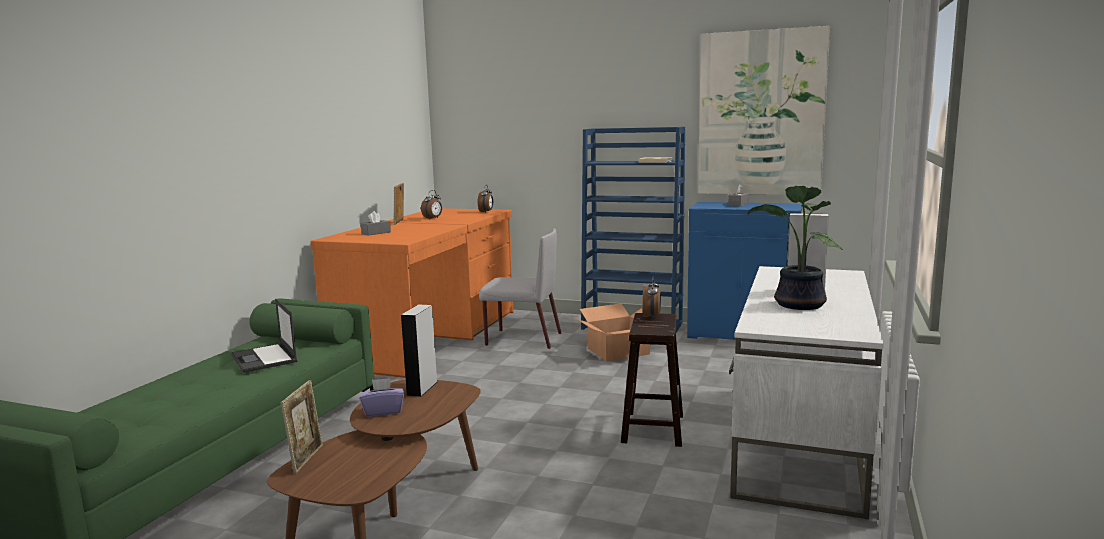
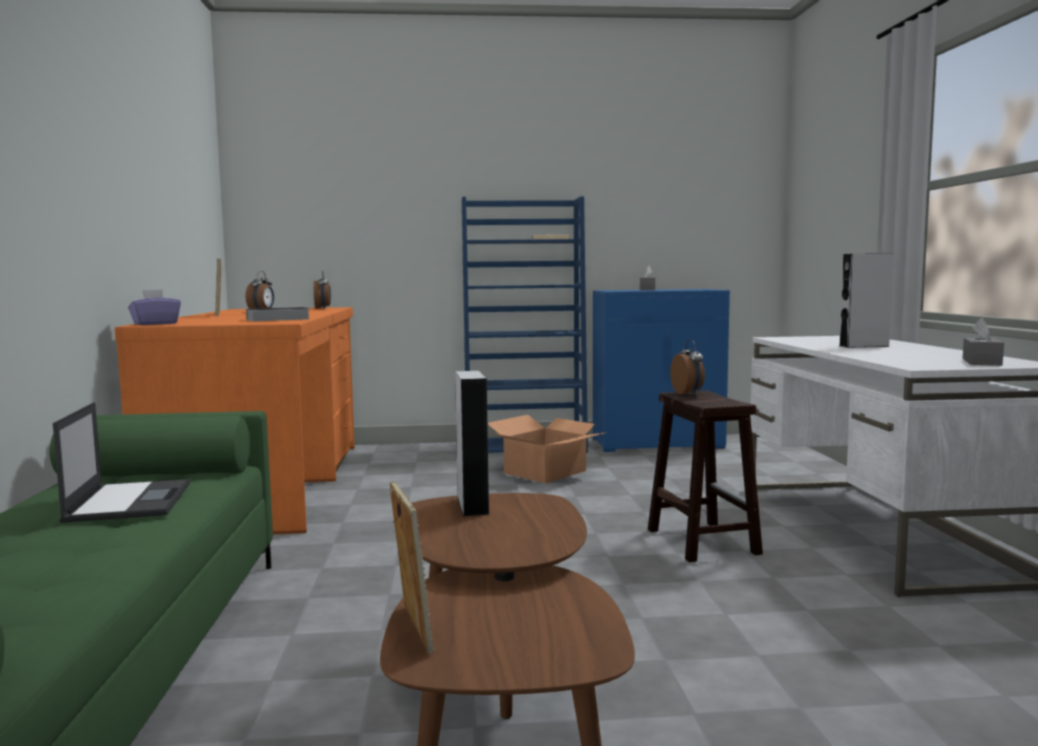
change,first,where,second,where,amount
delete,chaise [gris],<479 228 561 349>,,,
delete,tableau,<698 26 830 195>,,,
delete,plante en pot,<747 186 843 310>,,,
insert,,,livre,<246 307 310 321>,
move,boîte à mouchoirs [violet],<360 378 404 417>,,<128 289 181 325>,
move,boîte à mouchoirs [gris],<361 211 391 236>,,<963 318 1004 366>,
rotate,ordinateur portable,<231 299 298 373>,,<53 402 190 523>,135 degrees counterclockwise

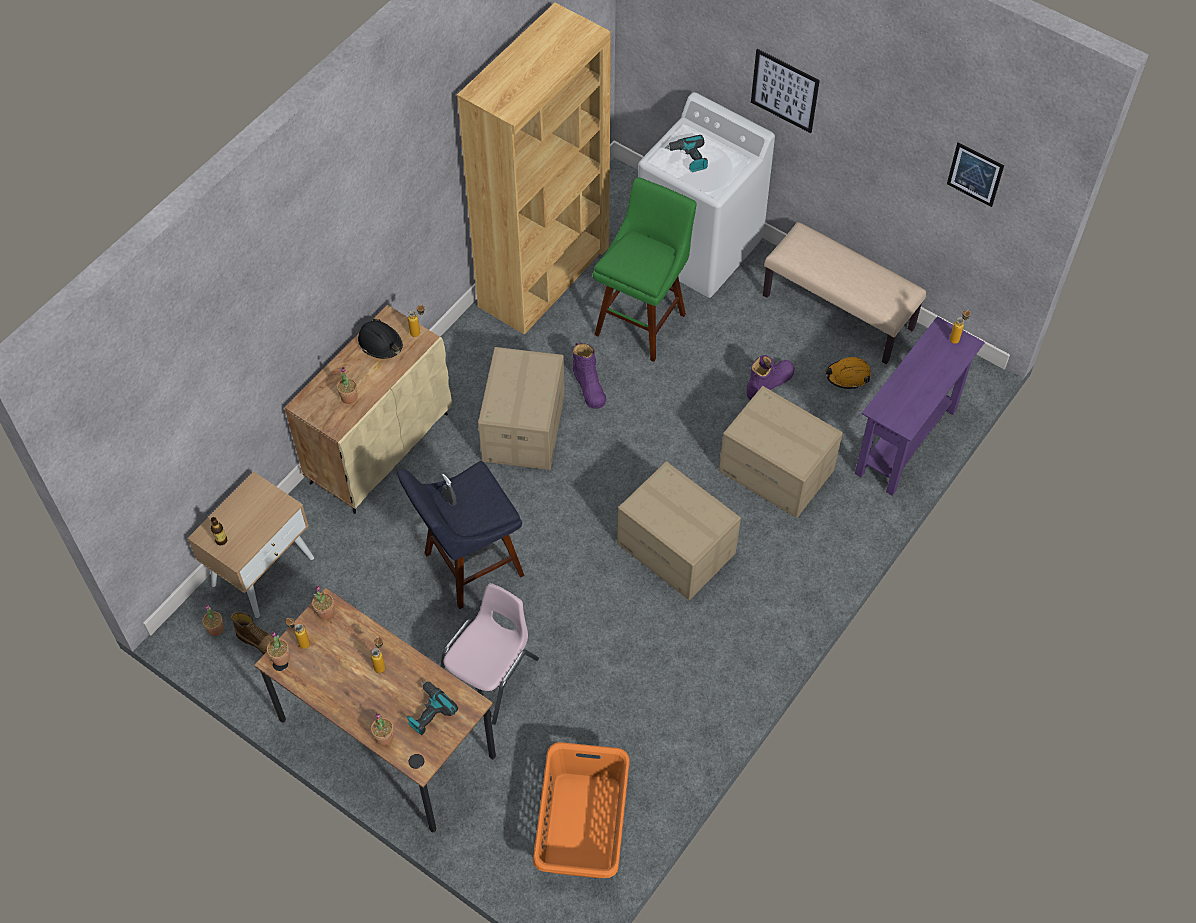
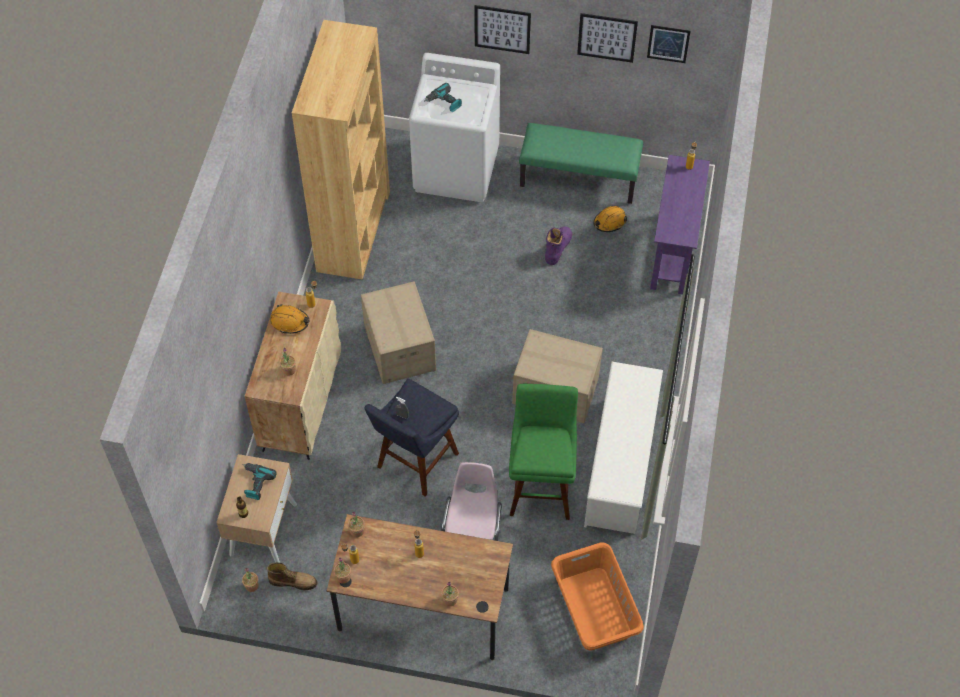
change,first,where,second,where,amount
delete,botte [violet],<572 343 606 409>,,,
delete,carton,<719 386 843 518>,,,
insert,,,tableau,<577 13 638 63>,
insert,,,étagère à chaussures [blanc],<584 362 663 534>,
move,perceuse,<407 681 458 735>,,<243 463 277 500>,
move,tabouret [vert],<593 177 697 362>,,<509 384 578 520>,
recolor,casque de chantier [noir],<358 319 403 359>,casque de chantier [orange],<270 304 310 334>,
recolor,banc [beige],<763 222 926 364>,banc [vert],<519 123 643 204>,

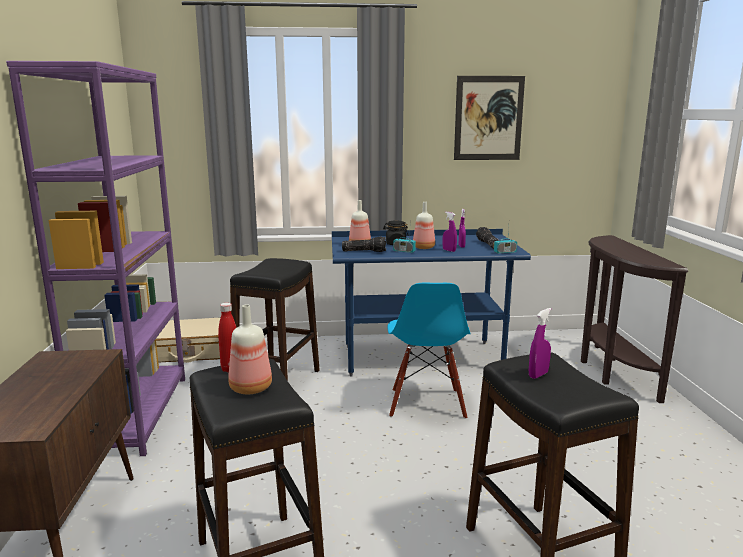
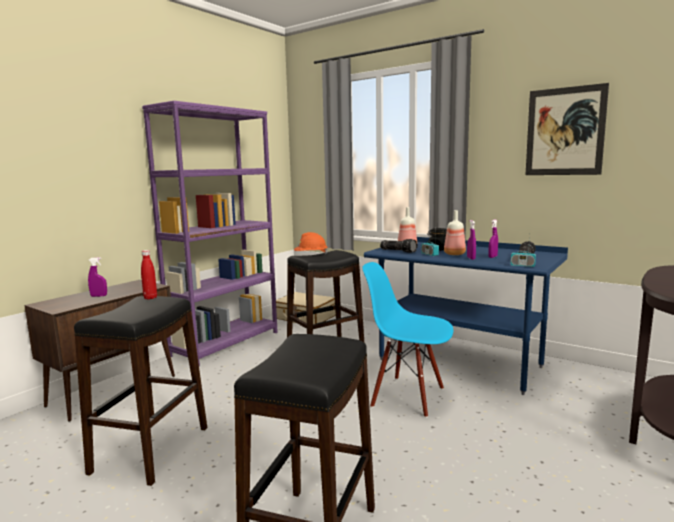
change,first,where,second,where,amount
delete,bouteille,<228 305 272 394>,,,
insert,,,casque de chantier [orange],<294 232 328 254>,
move,vaporisateur [violet],<529 308 551 379>,,<88 257 107 297>,
rotate,chaise [bleu],<387 283 470 419>,,<362 262 453 418>,75 degrees clockwise

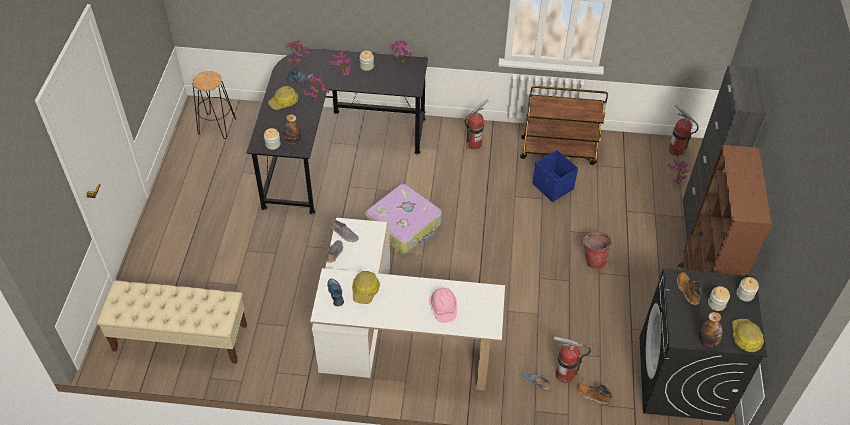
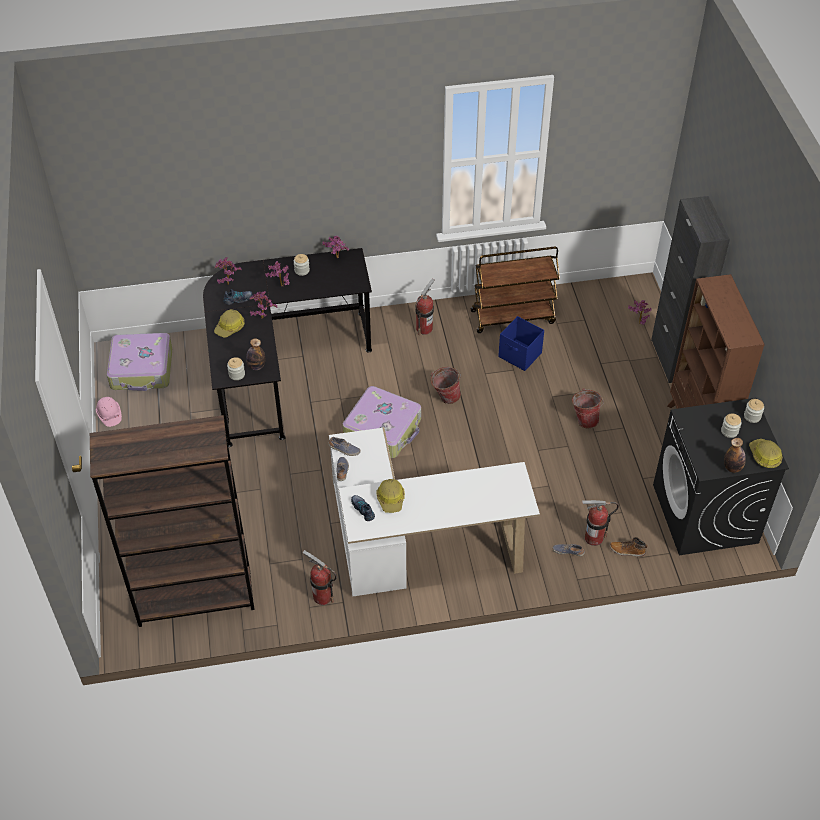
change,first,where,second,where,amount
delete,botte,<677 272 701 306>,,,
insert,,,seau,<431 367 461 404>,
move,casque de chantier [rose],<430 288 457 323>,,<96 397 122 427>,
move,extincteur,<669 104 699 156>,,<302 550 337 605>,
replace,banc [beige],<97 280 247 364>,bibliothèque [marron],<90 415 255 627>,
replace,tabouret [noir],<193 71 236 139>,valise,<107 333 172 391>,

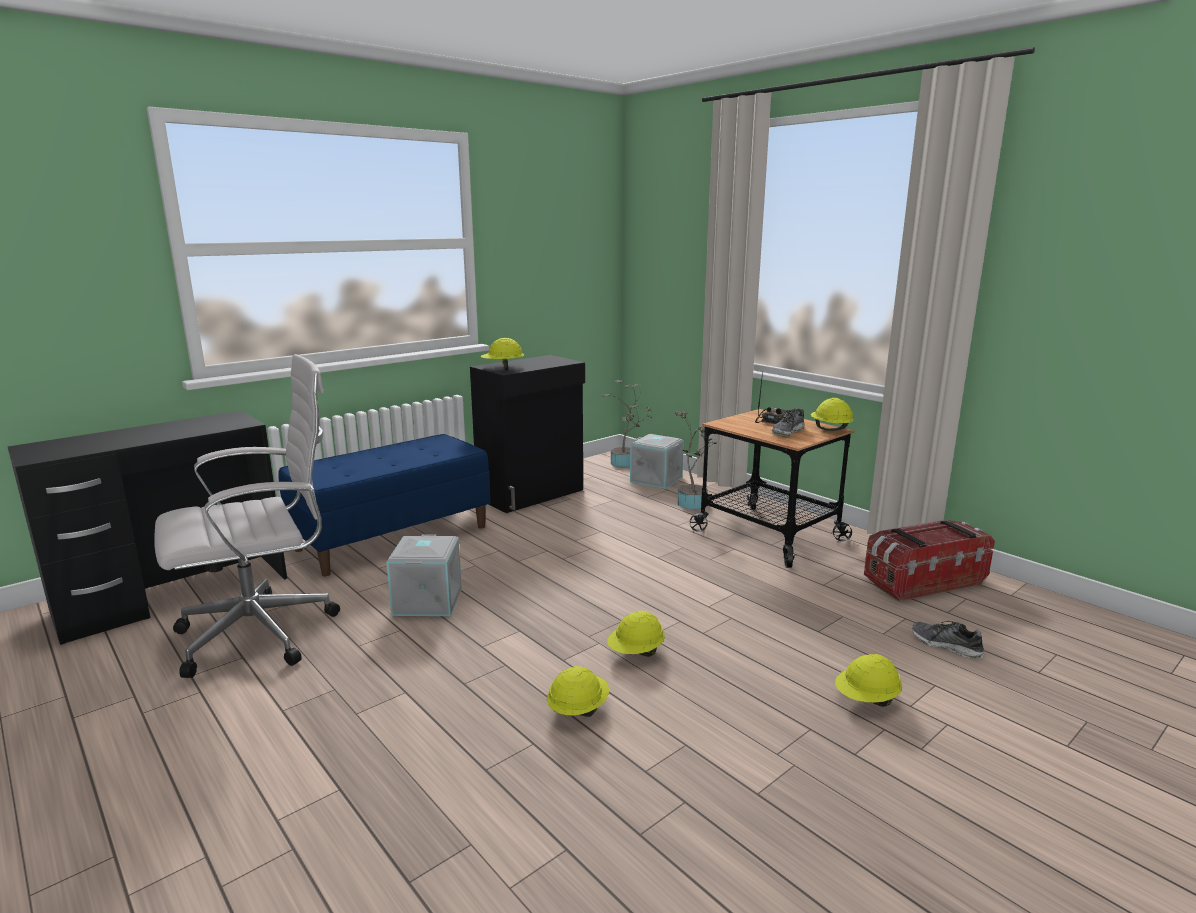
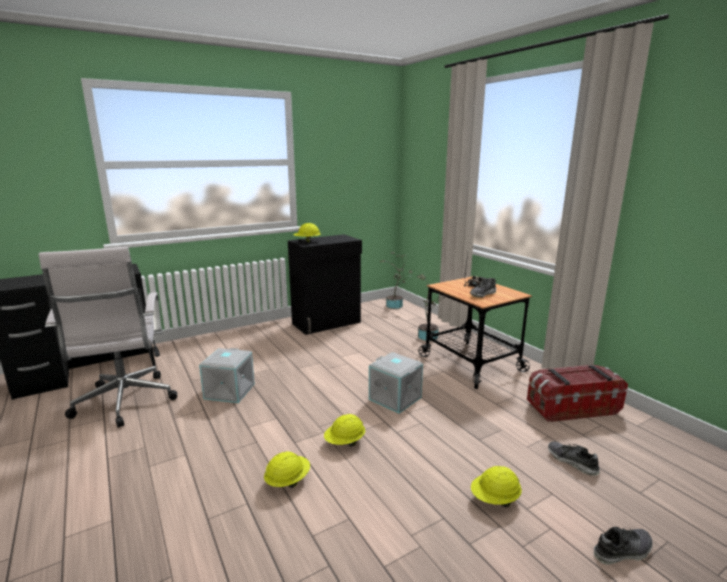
change,first,where,second,where,amount
delete,banc [bleu],<278 434 490 576>,,,
delete,casque de chantier [jaune],<811 398 854 431>,,,
insert,,,chaussure,<594 527 653 565>,
move,boîte de rangement [gris],<630 434 684 489>,,<369 352 423 414>,
rotate,chaise de bureau [blanc],<154 354 340 678>,,<39 246 177 428>,90 degrees clockwise

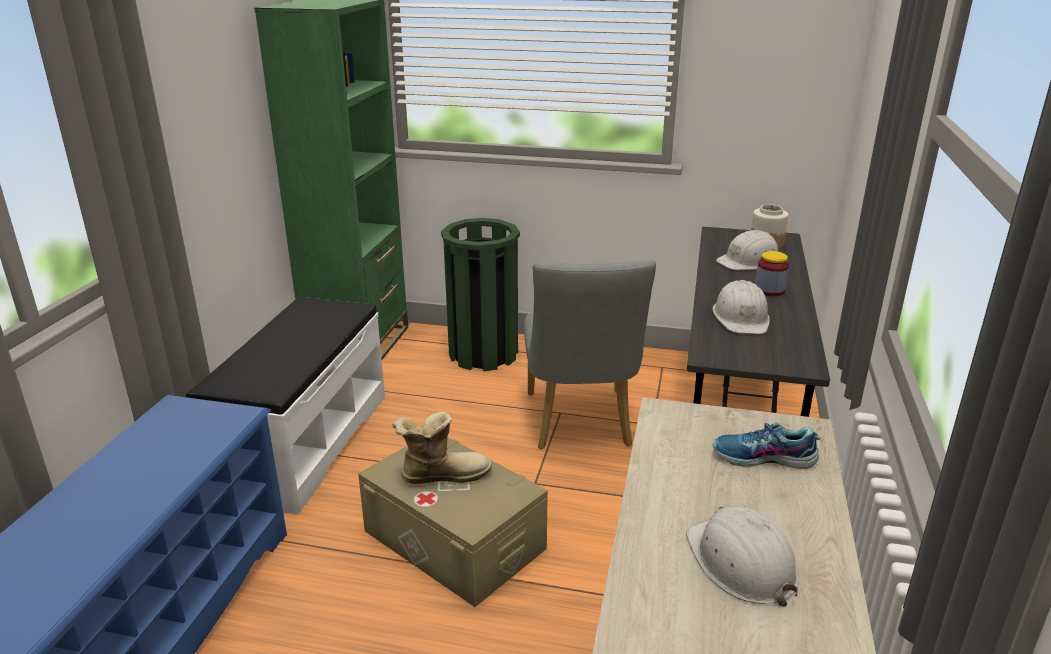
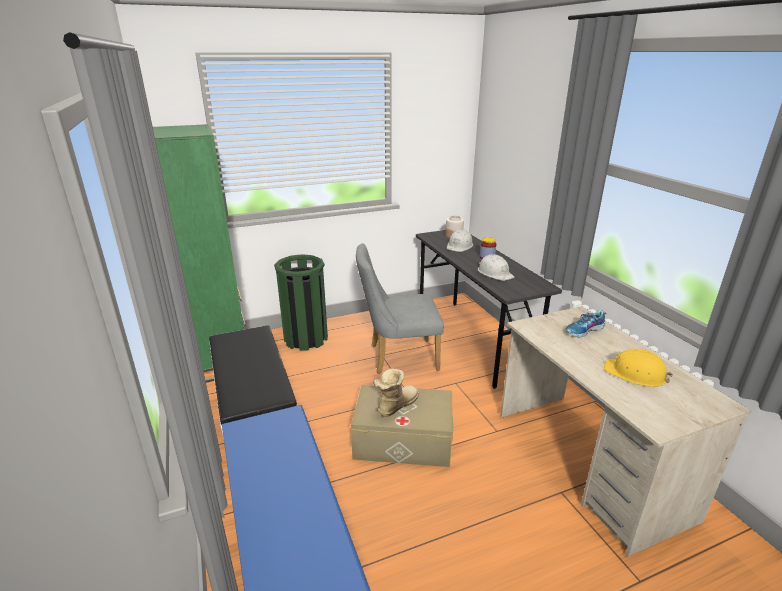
change,first,where,second,where,amount
recolor,casque de chantier [blanc],<686 507 799 607>,casque de chantier [jaune],<604 349 673 387>,
rotate,chaise [gris],<524 260 656 449>,,<356 243 444 374>,120 degrees clockwise

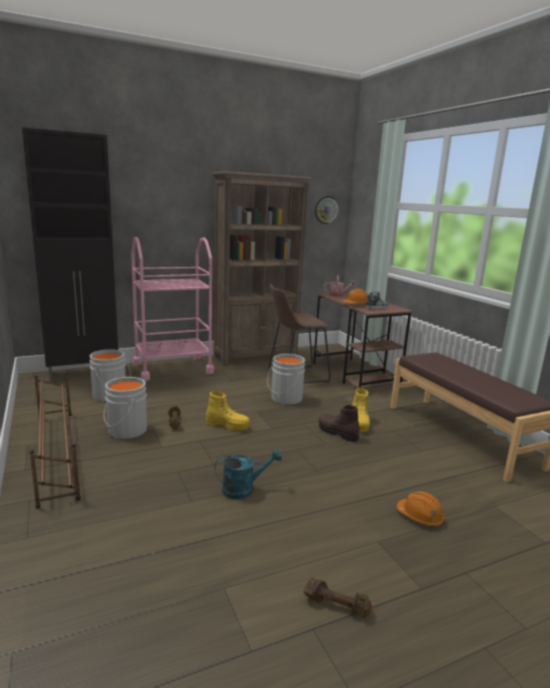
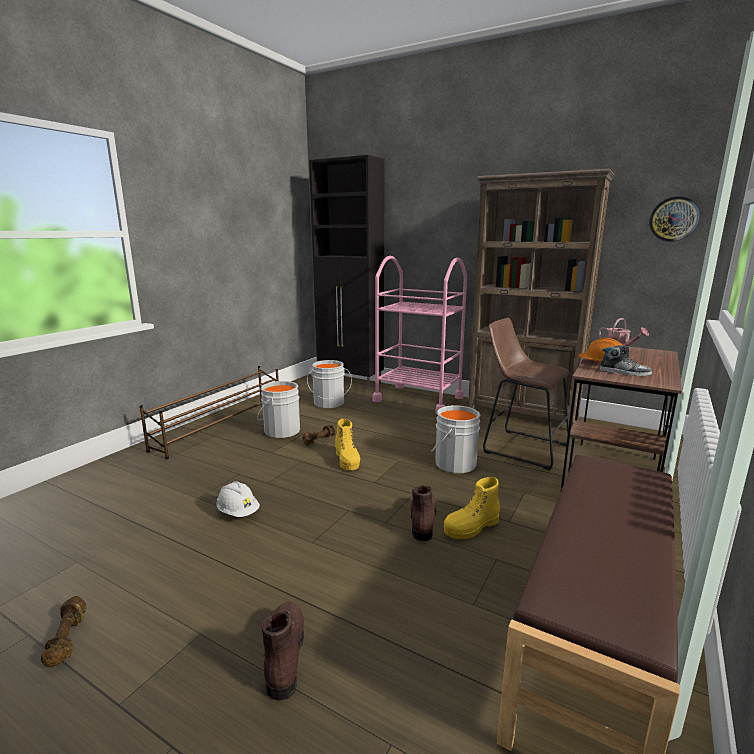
change,first,where,second,where,amount
replace,arrosoir [turquoise],<214 449 282 499>,casque de chantier [blanc],<216 481 260 517>,
replace,casque de chantier [orange],<396 491 445 527>,botte [marron],<261 602 304 701>,

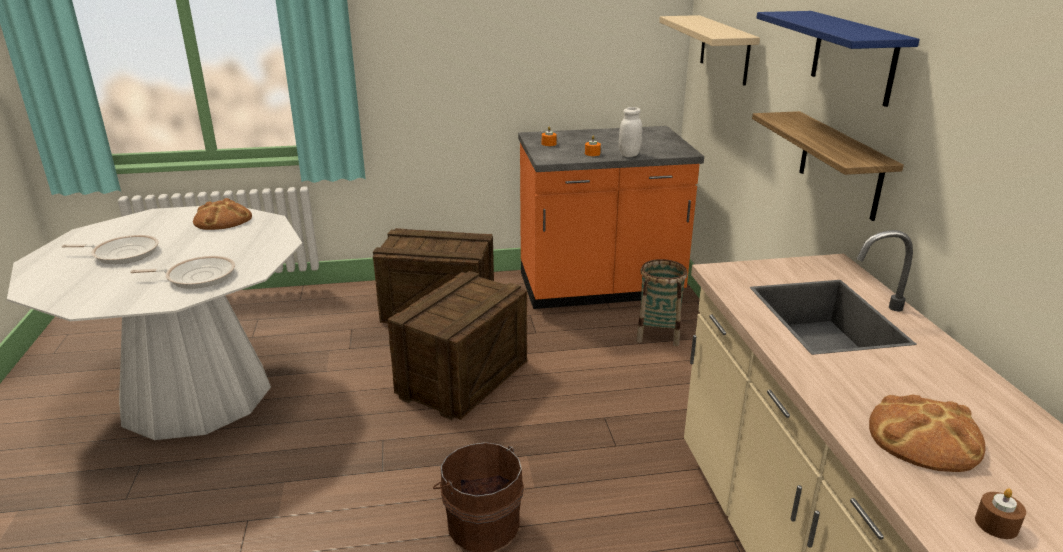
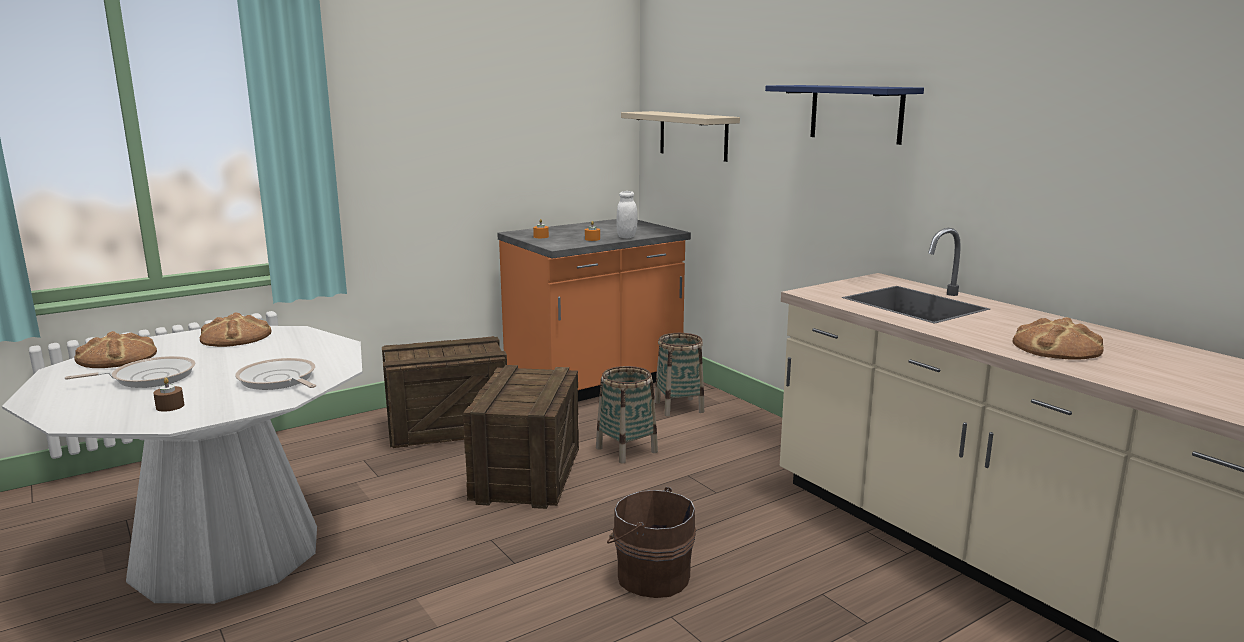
change,first,where,second,where,amount
delete,étagère,<752 111 904 221>,,,
insert,,,pain,<74 331 157 368>,
insert,,,panier,<596 366 658 463>,
move,bougie [marron],<975 488 1026 539>,,<153 378 185 412>,
rotate,poêle,<130 256 235 289>,,<235 358 316 390>,105 degrees counterclockwise

